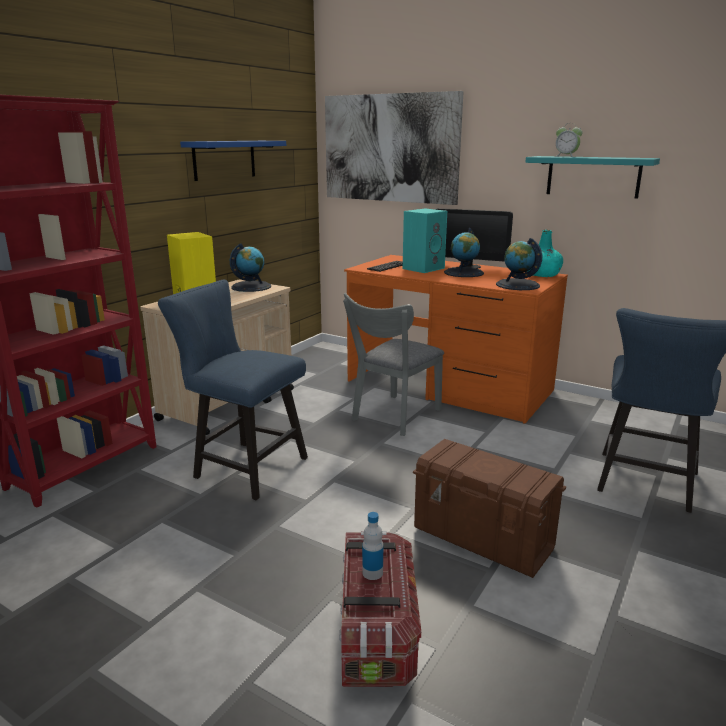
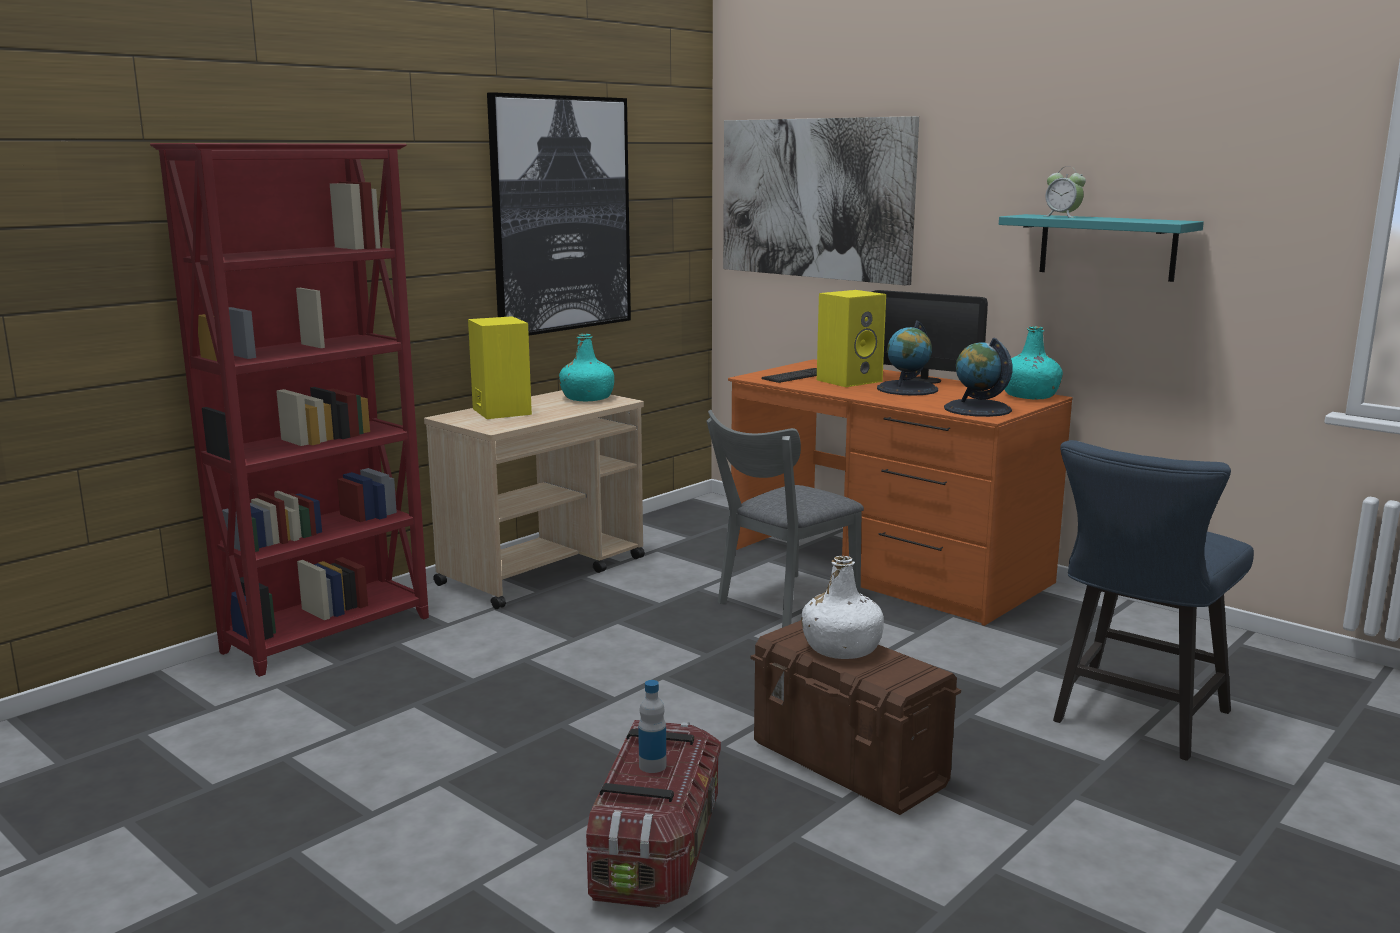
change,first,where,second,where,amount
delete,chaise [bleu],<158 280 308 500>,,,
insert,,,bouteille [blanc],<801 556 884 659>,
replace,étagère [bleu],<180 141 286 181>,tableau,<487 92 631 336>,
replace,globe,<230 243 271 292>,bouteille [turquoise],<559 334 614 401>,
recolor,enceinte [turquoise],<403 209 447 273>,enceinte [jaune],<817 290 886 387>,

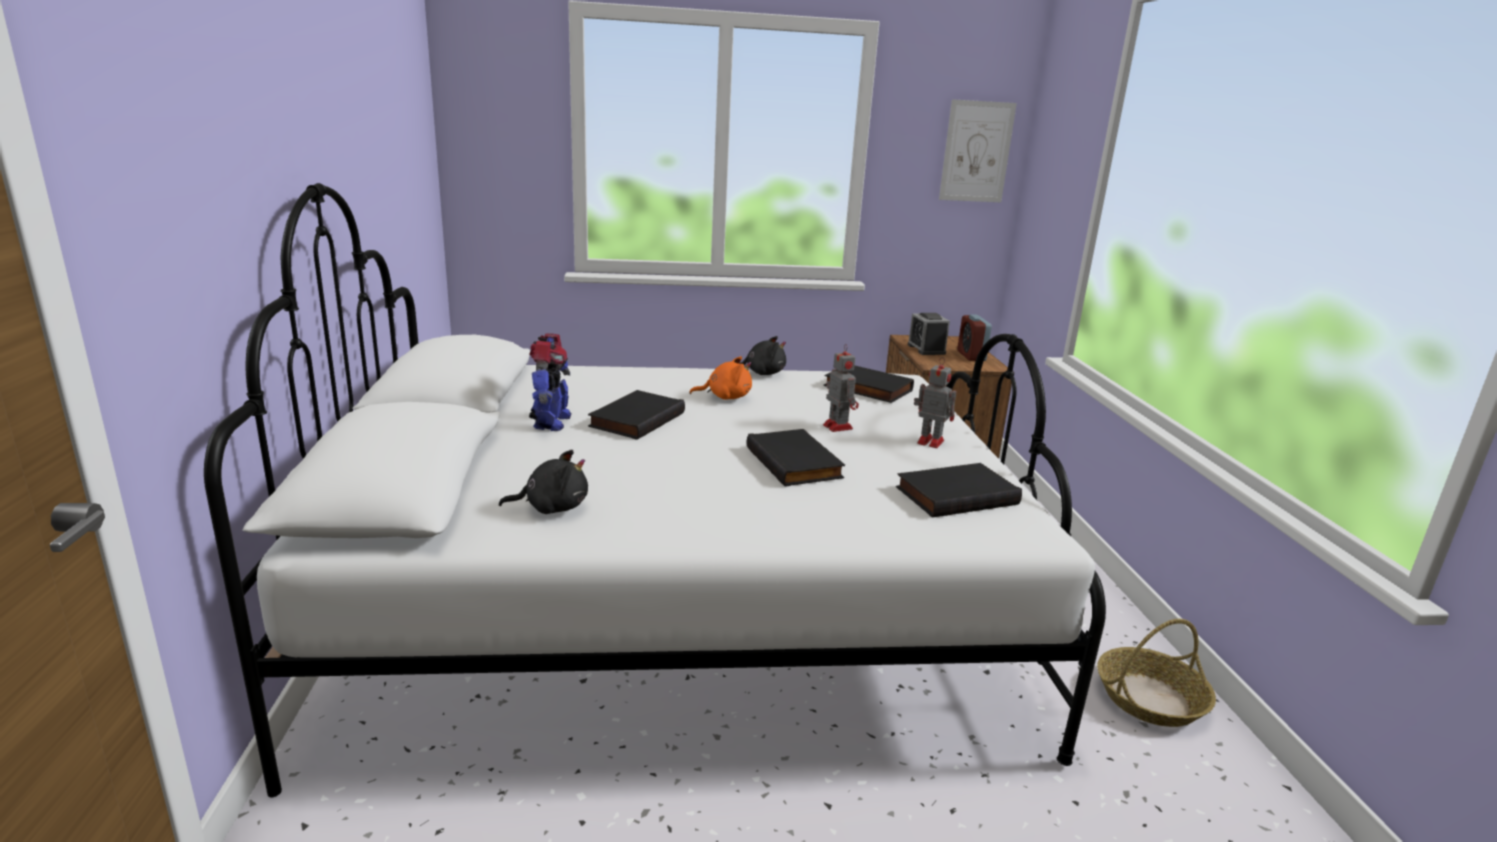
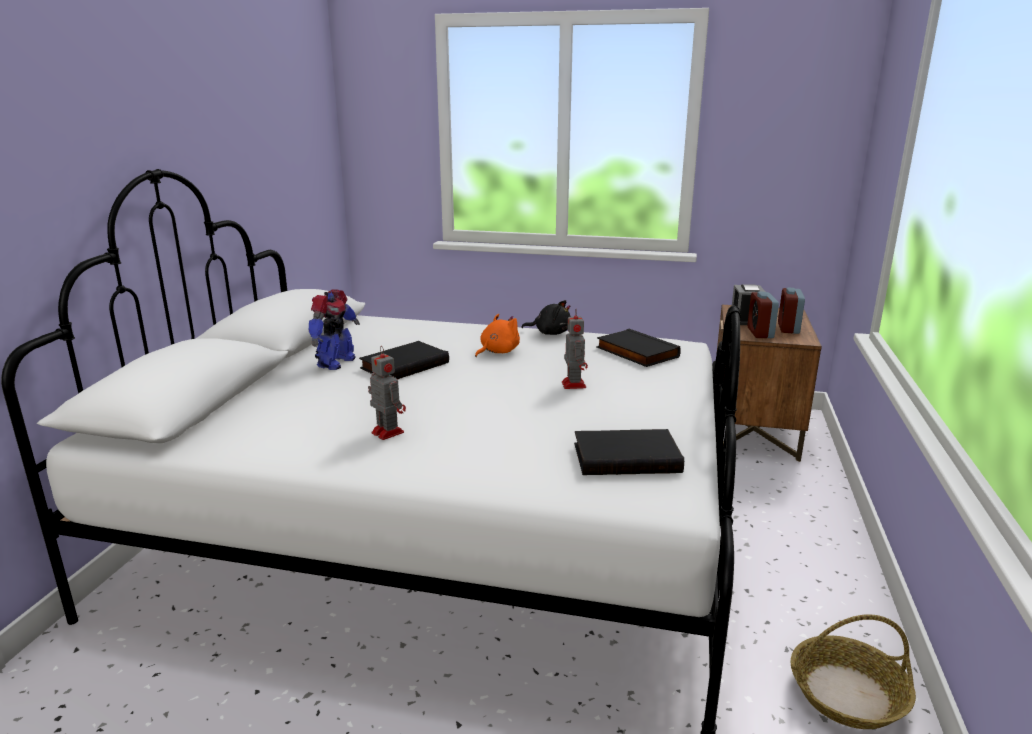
change,first,where,second,where,amount
delete,peluche [noir],<499 450 588 514>,,,
delete,livre [noir],<746 429 845 487>,,,
delete,tableau,<939 99 1017 202>,,,
insert,,,réveil,<747 292 779 338>,
move,robot jouet,<914 357 956 448>,,<368 346 406 440>,
rotate,peluche [orange],<689 356 752 400>,,<475 314 520 357>,60 degrees counterclockwise

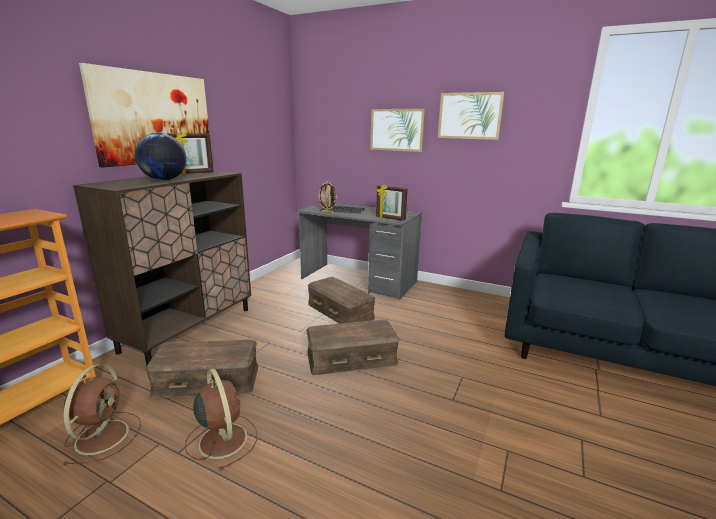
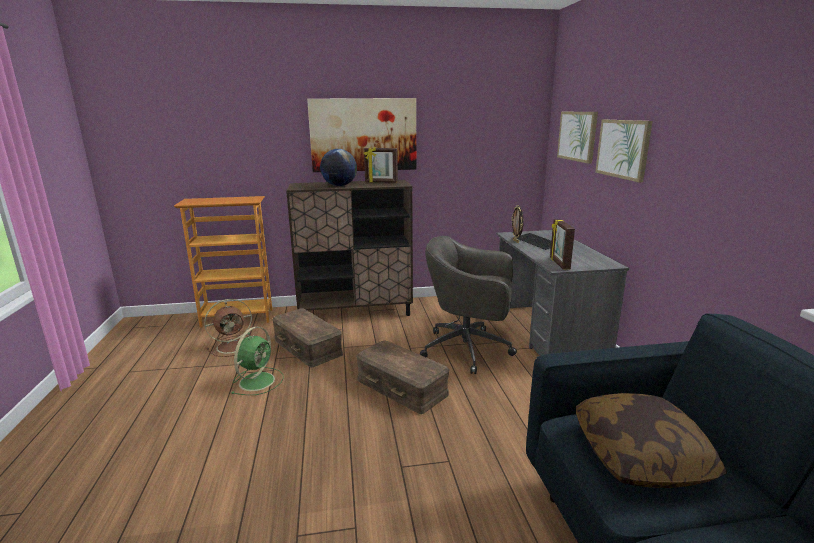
change,first,where,second,where,amount
insert,,,coussin,<576 393 727 488>,
move,tableau,<438 92 505 140>,,<557 112 598 164>,
replace,boîte de rangement [marron],<308 277 375 324>,chaise de bureau [gris],<420 236 517 374>,
recolor,ventilateur [marron],<185 368 257 471>,ventilateur [vert],<231 327 284 395>,

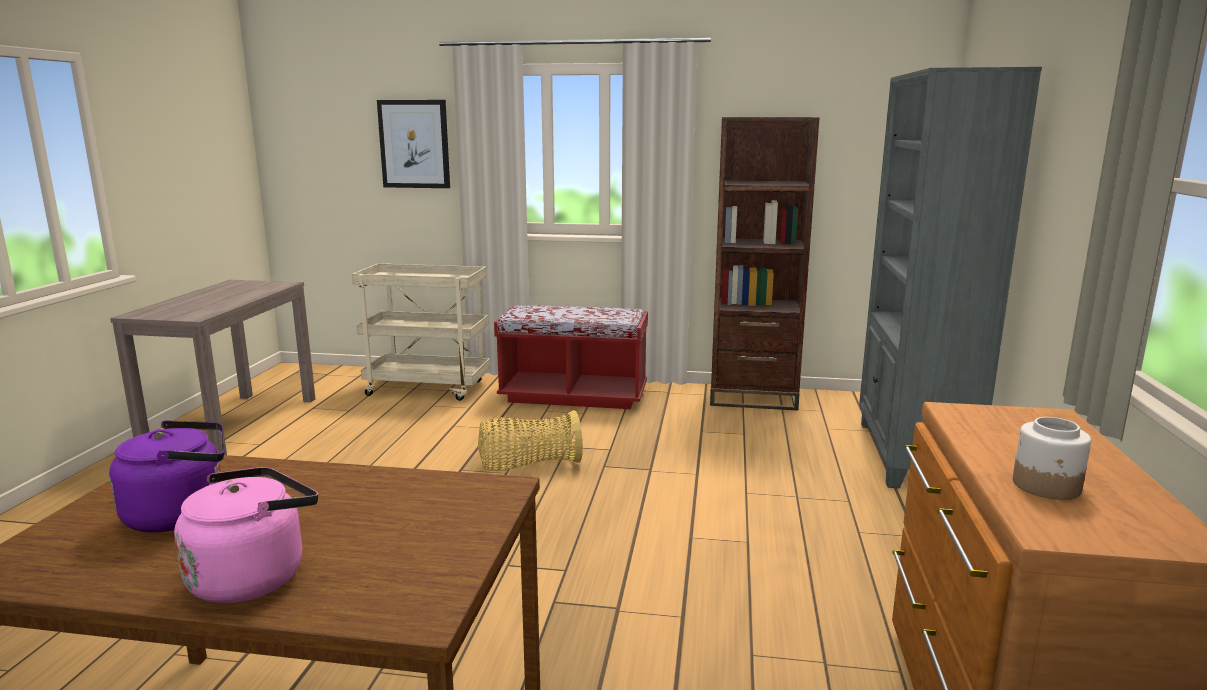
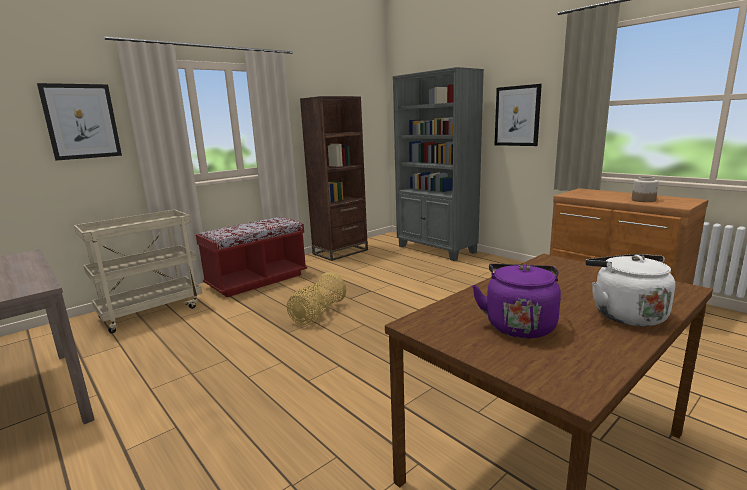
change,first,where,second,where,amount
insert,,,tableau,<495 84 542 146>,
recolor,bouilloire [rose],<174 467 318 603>,bouilloire [blanc],<585 254 675 326>,

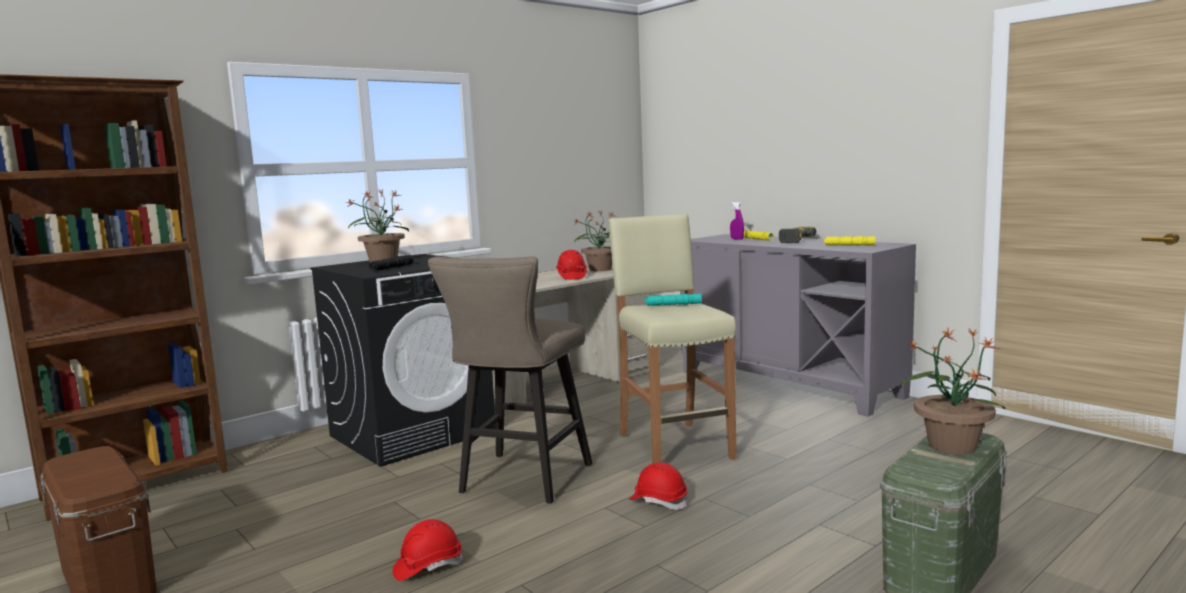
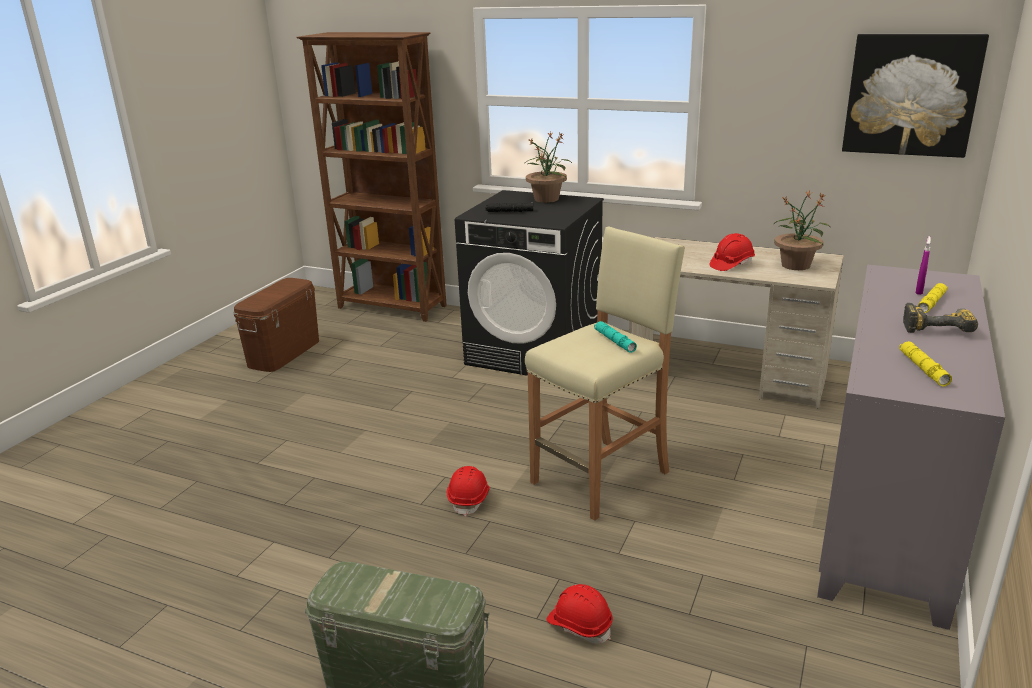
change,first,where,second,where,amount
delete,tabouret [beige],<428 256 592 504>,,,
delete,plante en pot,<901 328 1005 454>,,,
insert,,,tableau,<842 34 989 158>,
move,casque de chantier [rouge],<392 519 463 581>,,<547 584 613 644>,

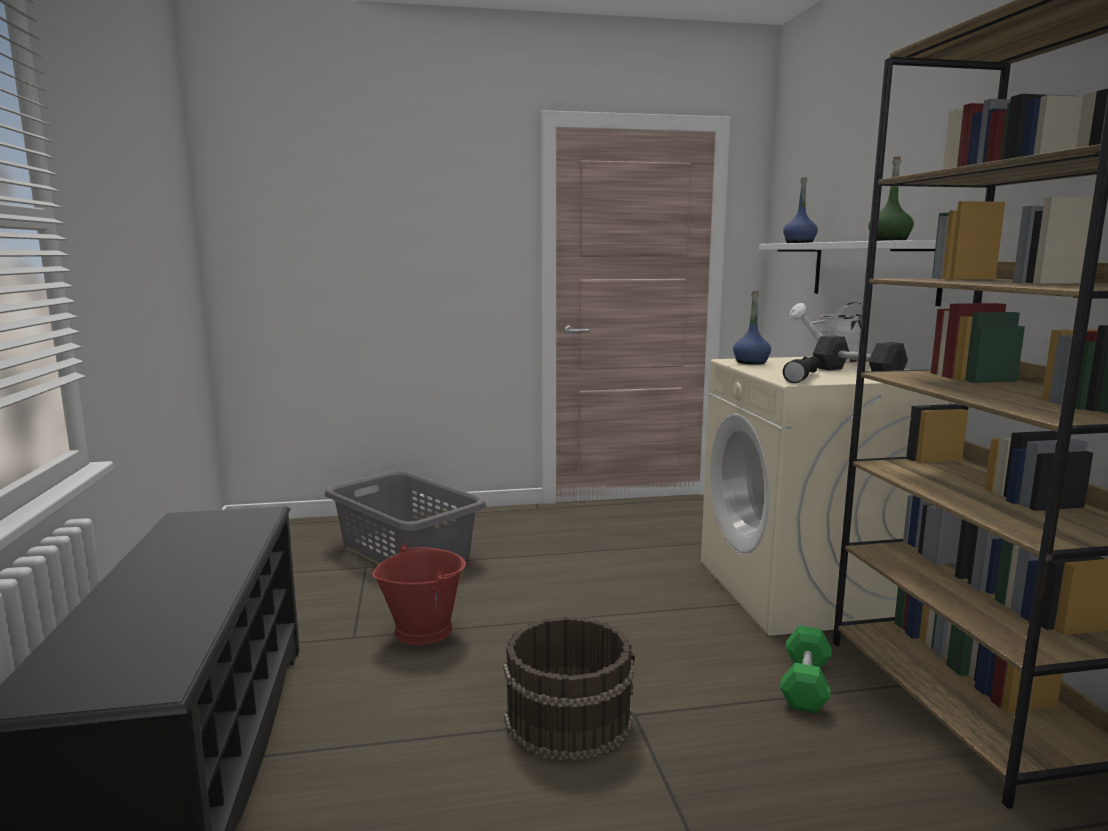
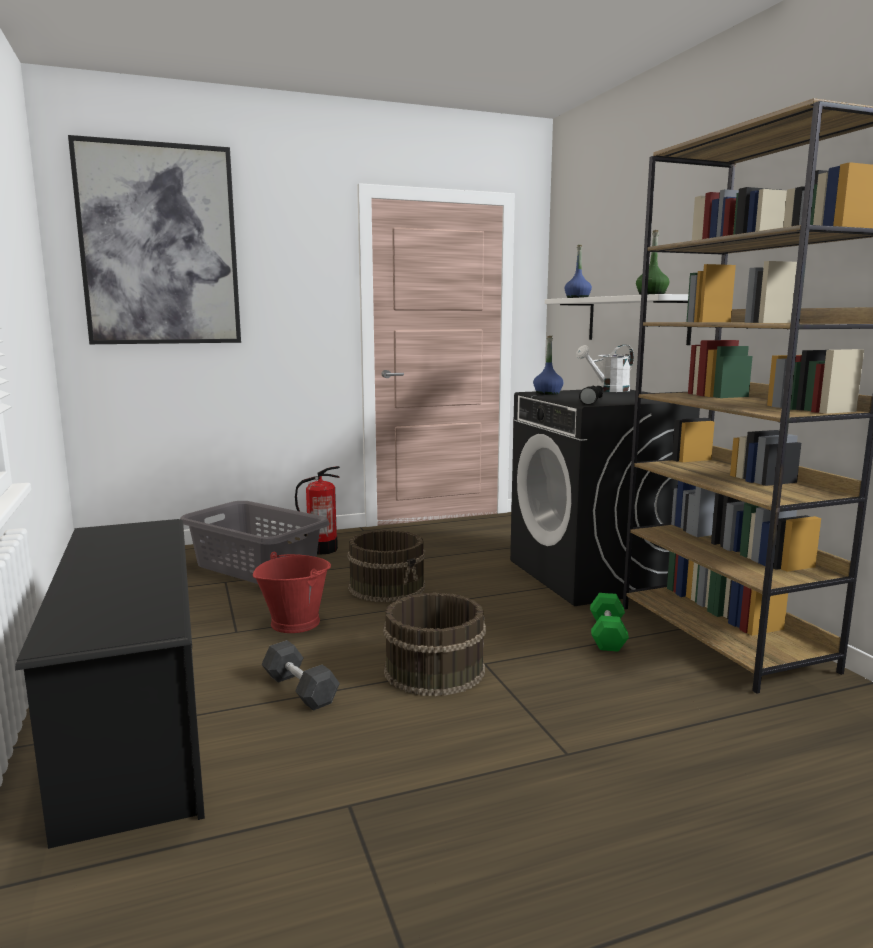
change,first,where,second,where,amount
insert,,,tableau,<68 135 241 344>,
insert,,,extincteur,<295 466 340 555>,
insert,,,seau [marron],<347 530 425 602>,
move,haltère [gris],<813 335 908 371>,,<261 640 340 711>,
recolor,lave-linge [beige],<701 357 949 636>,lave-linge [noir],<510 390 700 606>,

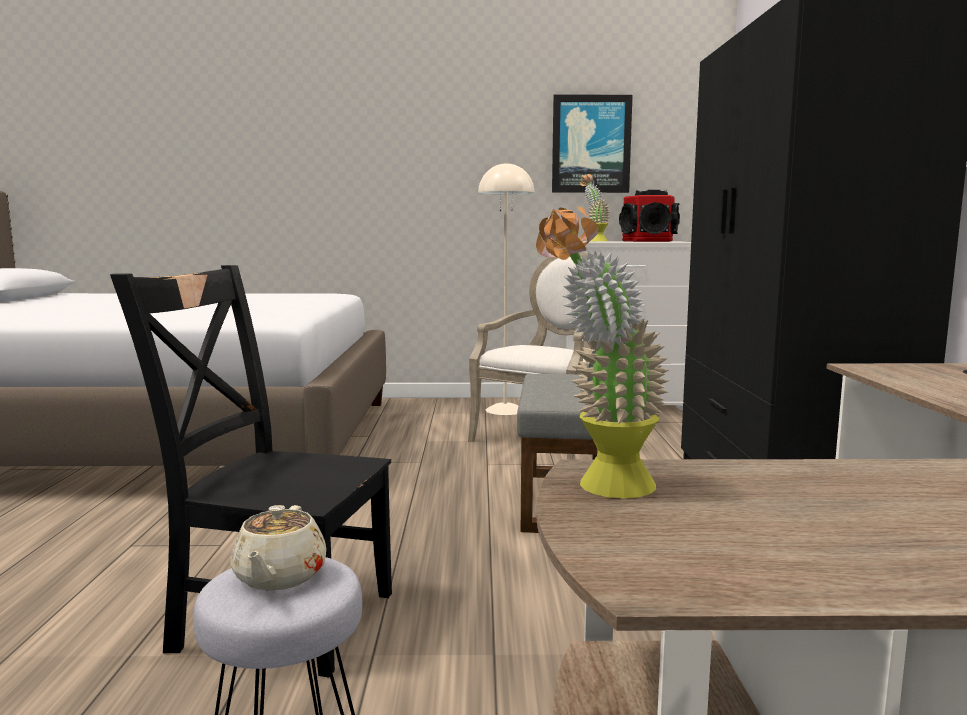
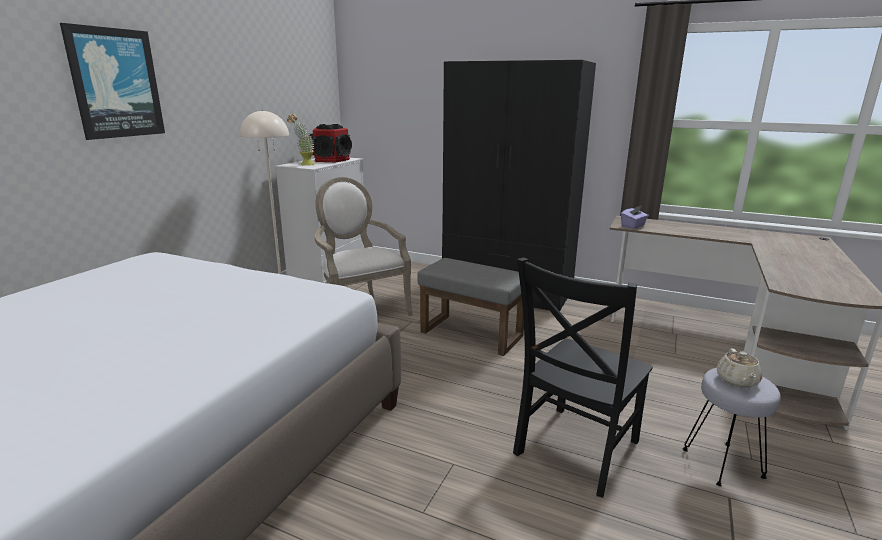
change,first,where,second,where,amount
delete,plante en pot,<536 207 669 499>,,,
insert,,,boîte à mouchoirs [violet],<621 205 649 229>,
move,tableau,<552 95 633 193>,,<60 23 165 140>,
rotate,théière [beige],<230 505 326 591>,,<717 348 762 388>,75 degrees clockwise

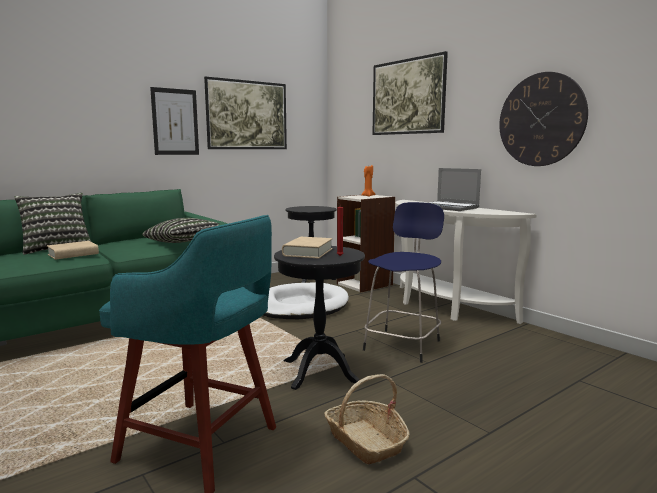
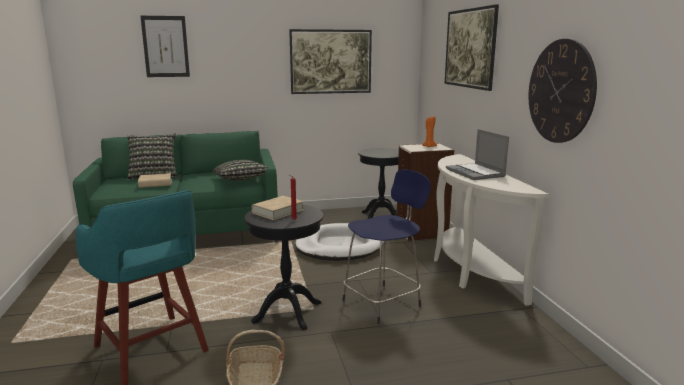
change,first,where,second,where,amount
move,tableau,<150 87 199 155>,,<140 16 190 77>,

